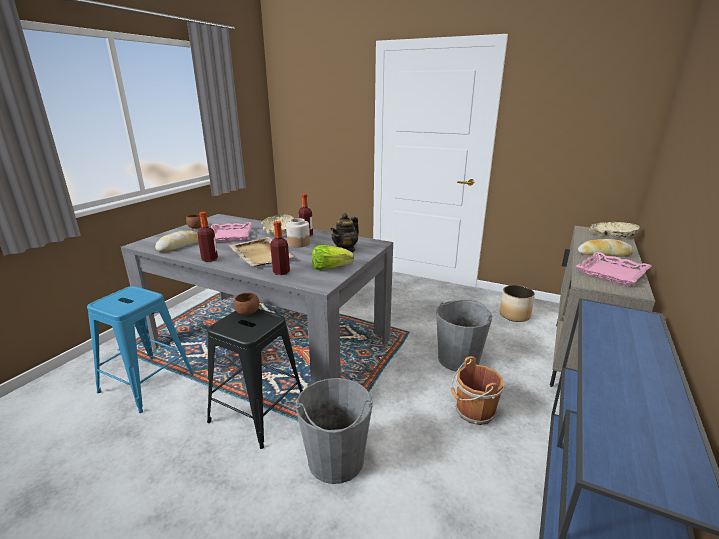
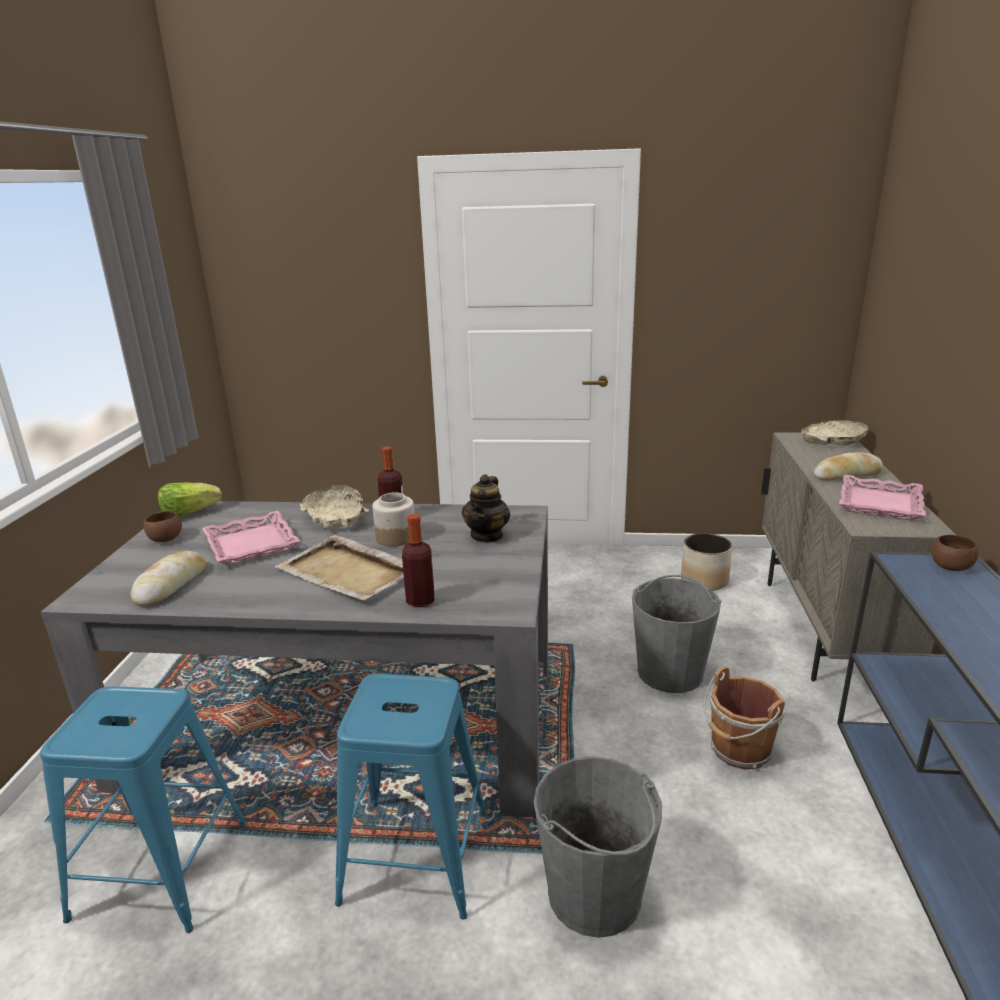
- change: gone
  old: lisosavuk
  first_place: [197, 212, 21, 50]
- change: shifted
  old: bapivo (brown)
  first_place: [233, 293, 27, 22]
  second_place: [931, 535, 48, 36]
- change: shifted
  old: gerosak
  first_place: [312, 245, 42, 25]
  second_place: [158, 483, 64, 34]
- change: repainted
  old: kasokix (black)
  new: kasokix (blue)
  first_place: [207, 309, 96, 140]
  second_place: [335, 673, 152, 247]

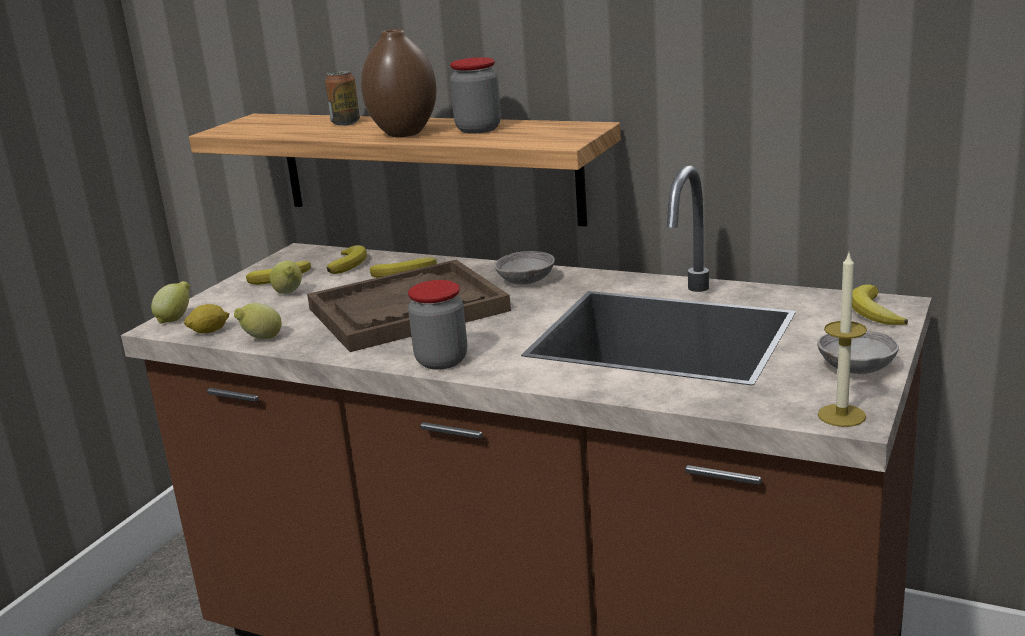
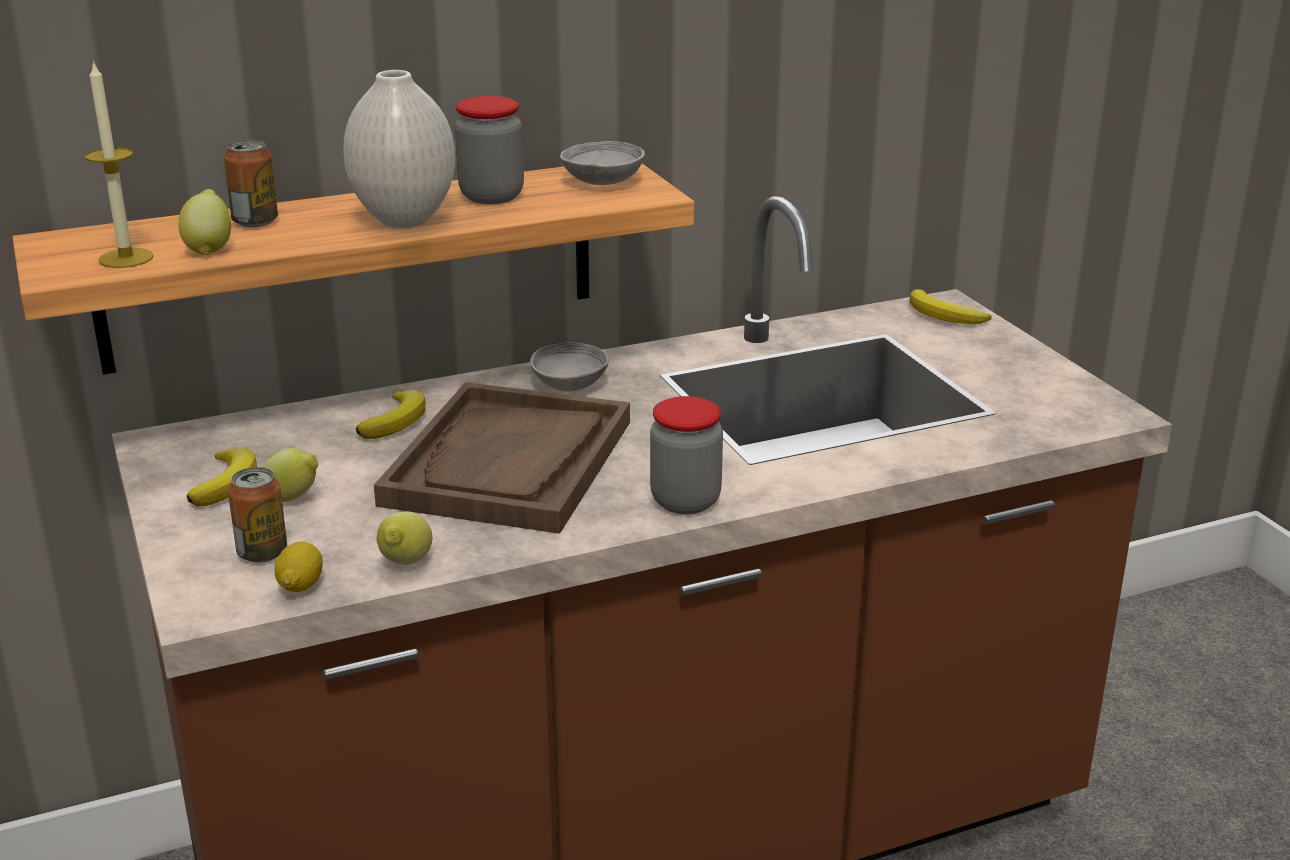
- change: gone
  old: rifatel
  first_place: [327, 245, 40, 29]
- change: new
  new: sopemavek
  second_place: [228, 467, 59, 96]
- change: shifted
  old: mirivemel
  first_place: [151, 281, 39, 42]
  second_place: [178, 189, 53, 66]
- change: shifted
  old: bapivo (grey)
  first_place: [817, 330, 82, 44]
  second_place: [560, 141, 85, 44]
- change: shifted
  old: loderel
  first_place: [818, 253, 49, 174]
  second_place: [85, 60, 69, 208]
- change: repainted
  old: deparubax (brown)
  new: deparubax (white)
  first_place: [361, 29, 76, 108]
  second_place: [344, 70, 111, 158]

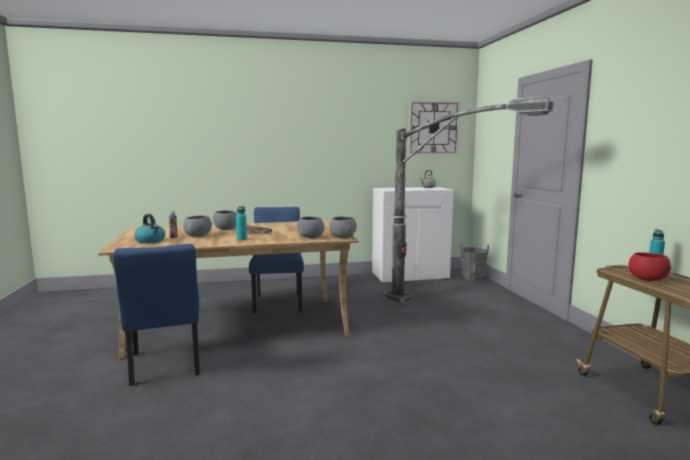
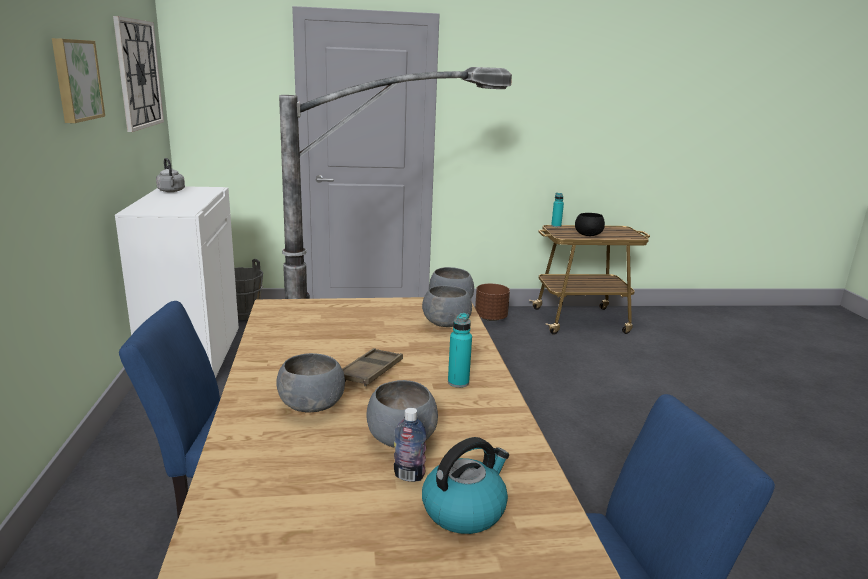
- change: new
  new: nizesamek
  second_place: [52, 38, 53, 85]
- change: new
  new: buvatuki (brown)
  second_place: [475, 283, 35, 38]
- change: repainted
  old: bapivo (red)
  new: bapivo (black)
  first_place: [628, 252, 43, 29]
  second_place: [575, 213, 30, 23]

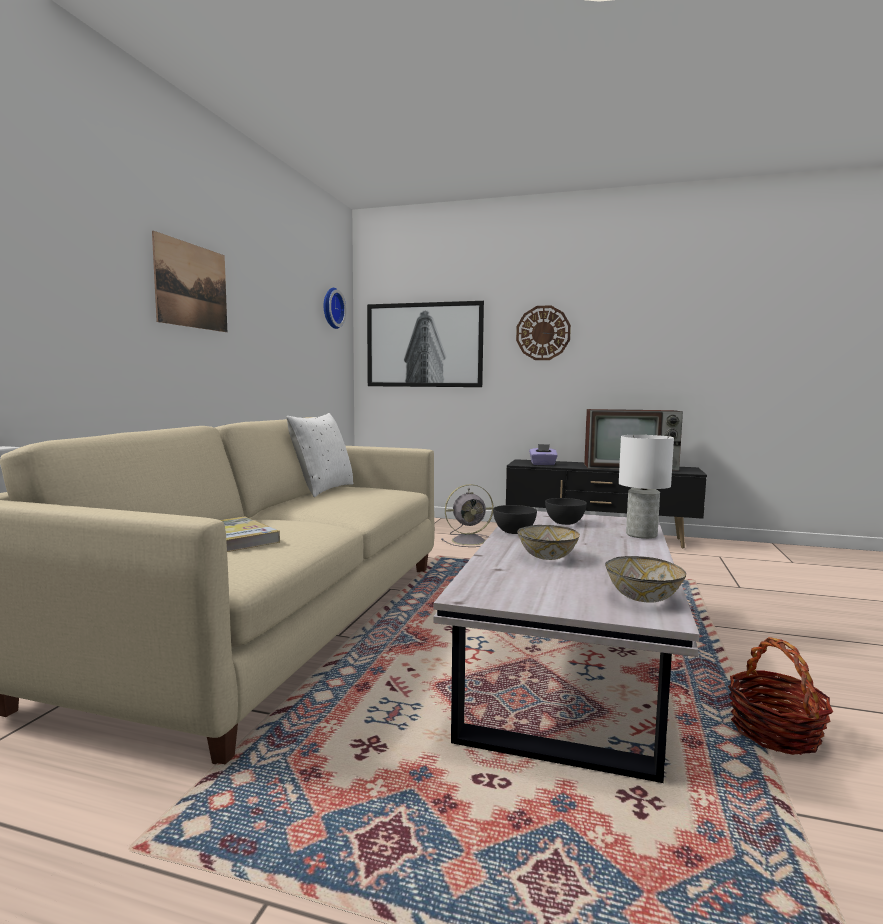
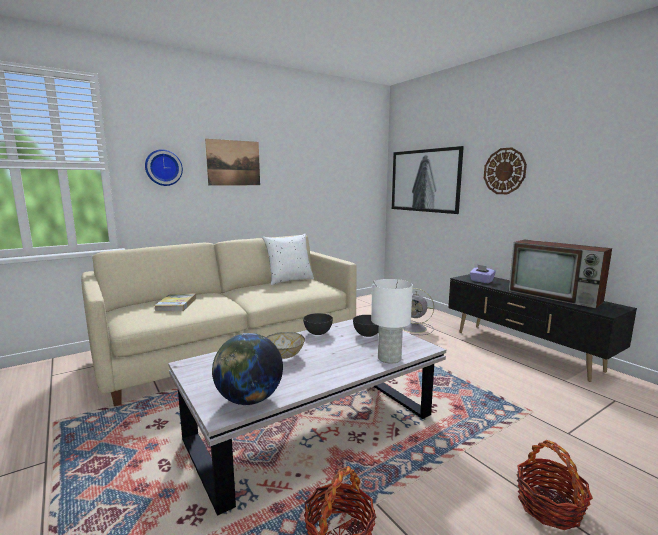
- change: new
  new: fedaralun
  second_place: [517, 440, 76, 90]
- change: shifted
  old: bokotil
  first_place: [324, 288, 22, 41]
  second_place: [145, 149, 38, 37]
- change: swapped
  old: bapivo
  new: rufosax
  first_place: [605, 556, 81, 47]
  second_place: [212, 333, 71, 72]

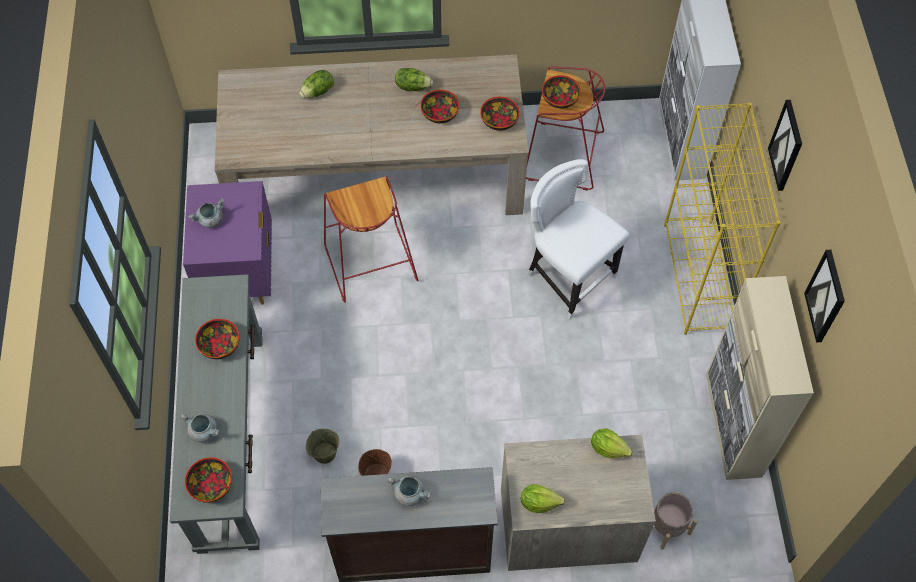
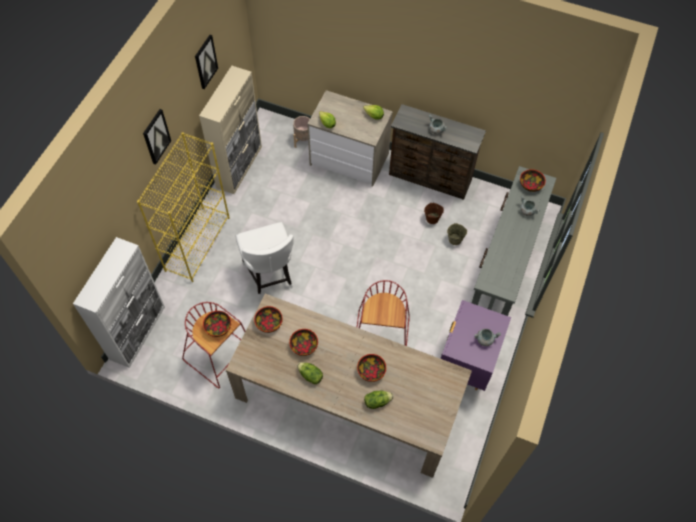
- change: shifted
  old: bapivo
  first_place: [195, 319, 45, 40]
  second_place: [357, 354, 29, 28]

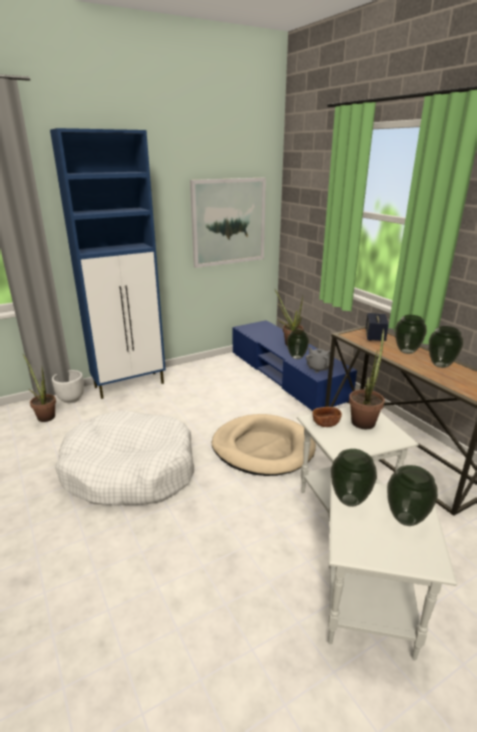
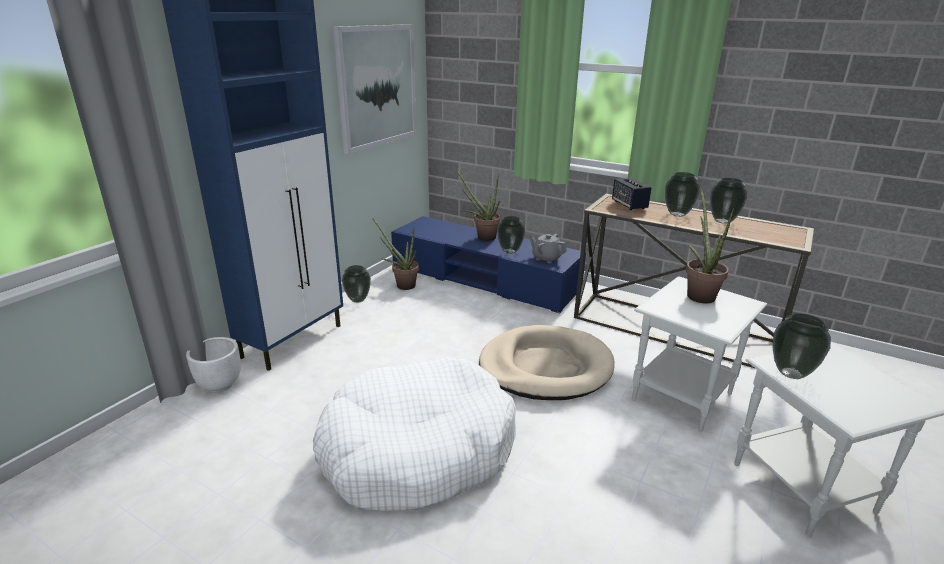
- change: gone
  old: bapivo (brown)
  first_place: [312, 407, 30, 20]
- change: shifted
  old: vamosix
  first_place: [23, 354, 33, 68]
  second_place: [372, 218, 47, 72]
- change: shifted
  old: deparubax
  first_place: [387, 465, 51, 61]
  second_place: [342, 265, 29, 38]

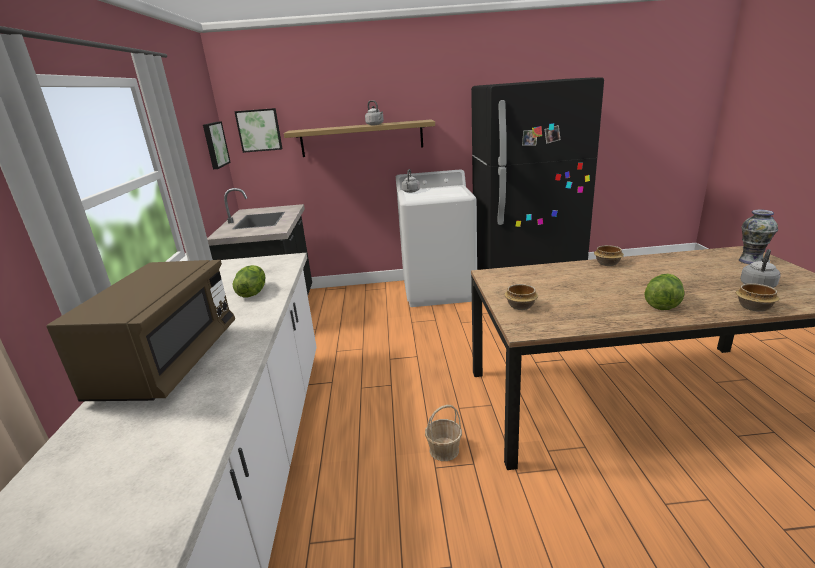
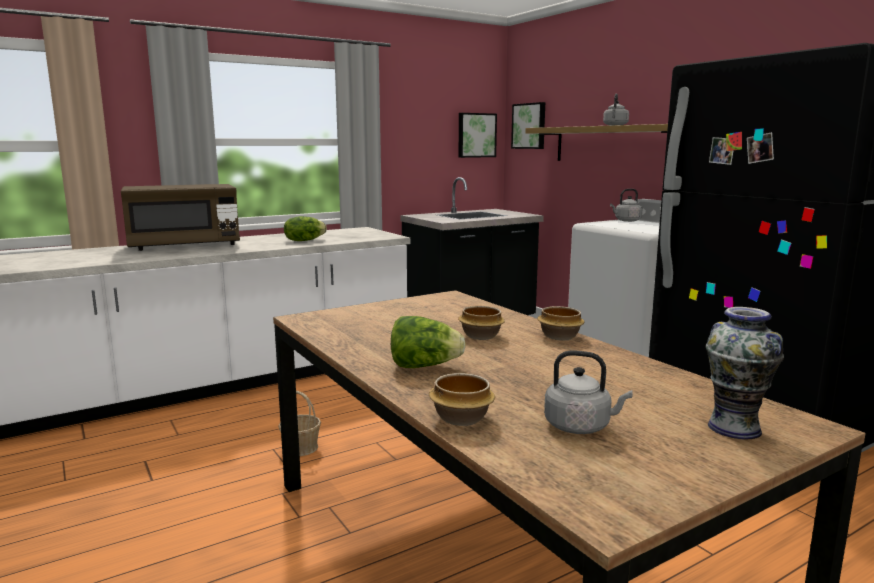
- change: shifted
  old: bapivo
  first_place: [504, 284, 34, 26]
  second_place: [458, 306, 47, 34]

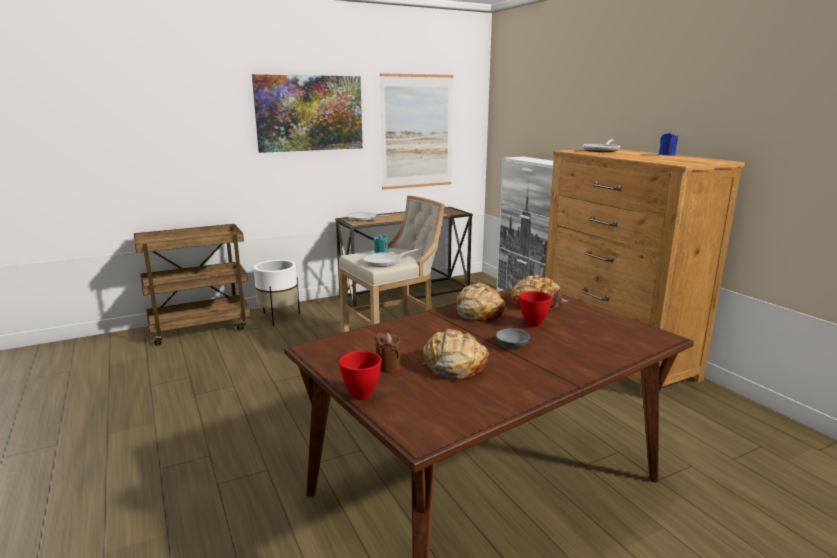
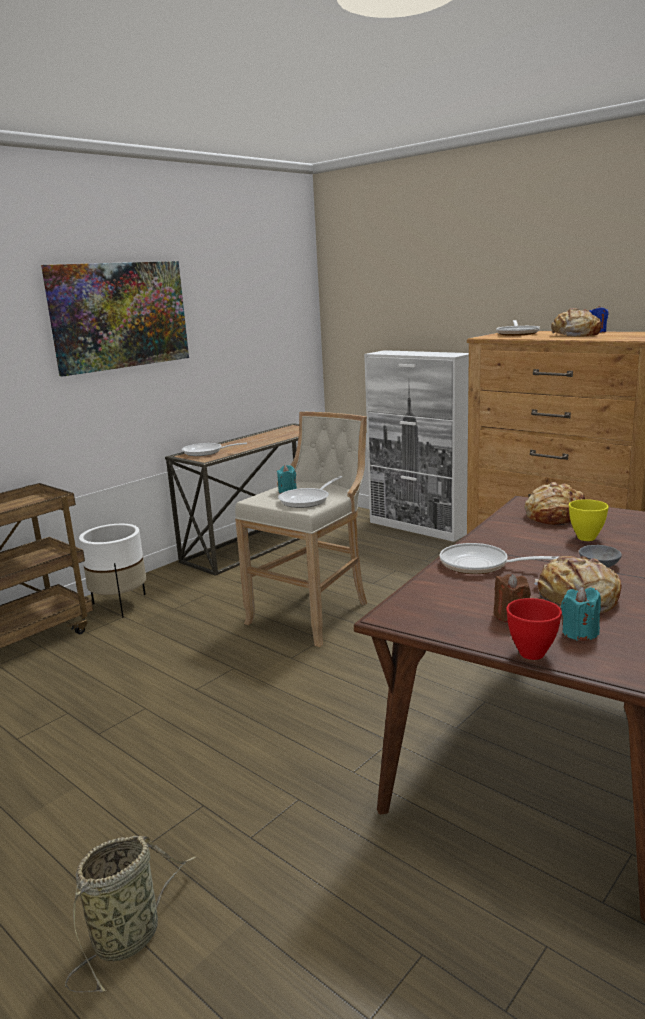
- change: gone
  old: nizesamek
  first_place: [380, 73, 73, 117]
- change: new
  new: fedaralun
  second_place: [65, 836, 132, 157]
- change: new
  new: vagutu
  second_place: [440, 543, 119, 31]
- change: new
  new: loderel (turquoise)
  second_place: [561, 587, 40, 54]
- change: shifted
  old: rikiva
  first_place: [455, 283, 50, 38]
  second_place: [551, 308, 50, 29]
- change: repainted
  old: bapivo (red)
  new: bapivo (yellow)
  first_place: [519, 291, 33, 36]
  second_place: [569, 499, 40, 42]

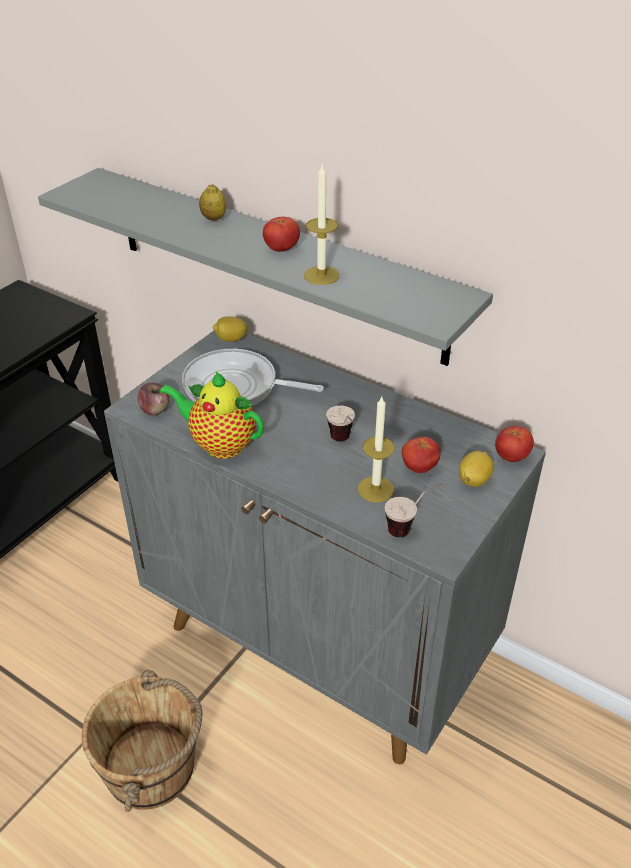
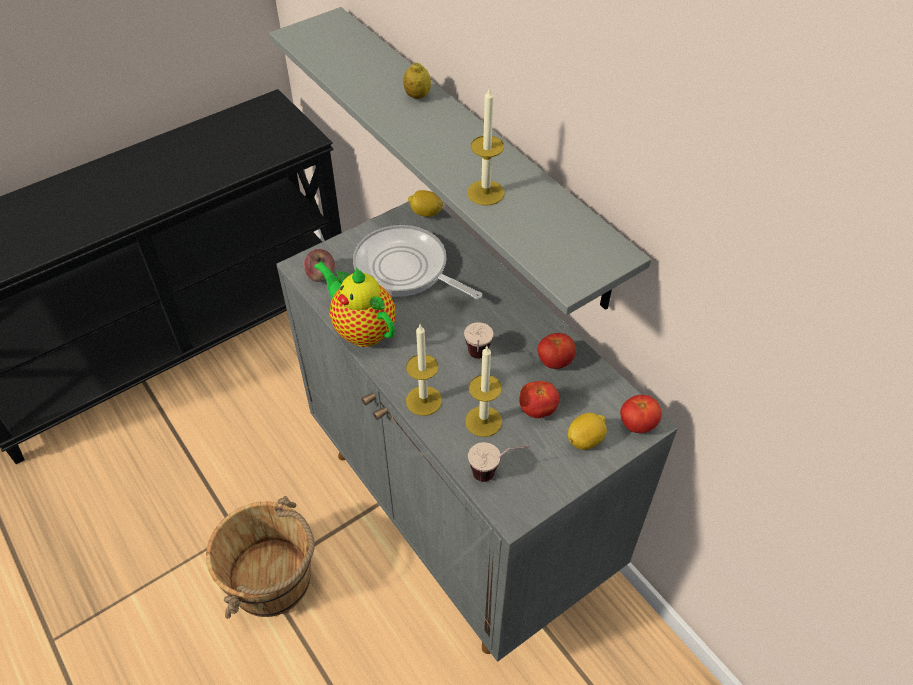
- change: new
  new: loderel
  second_place: [406, 325, 36, 91]
- change: shifted
  old: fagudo
  first_place: [263, 217, 37, 35]
  second_place: [538, 333, 38, 36]

